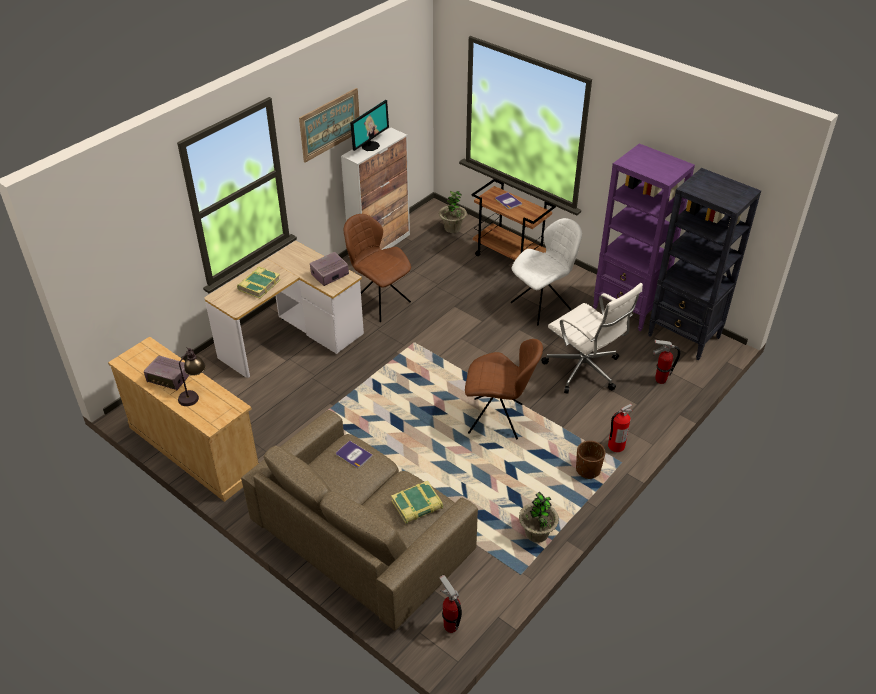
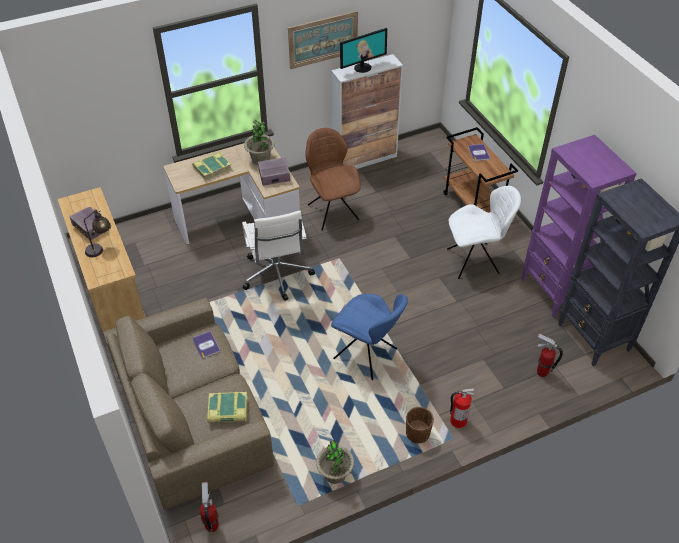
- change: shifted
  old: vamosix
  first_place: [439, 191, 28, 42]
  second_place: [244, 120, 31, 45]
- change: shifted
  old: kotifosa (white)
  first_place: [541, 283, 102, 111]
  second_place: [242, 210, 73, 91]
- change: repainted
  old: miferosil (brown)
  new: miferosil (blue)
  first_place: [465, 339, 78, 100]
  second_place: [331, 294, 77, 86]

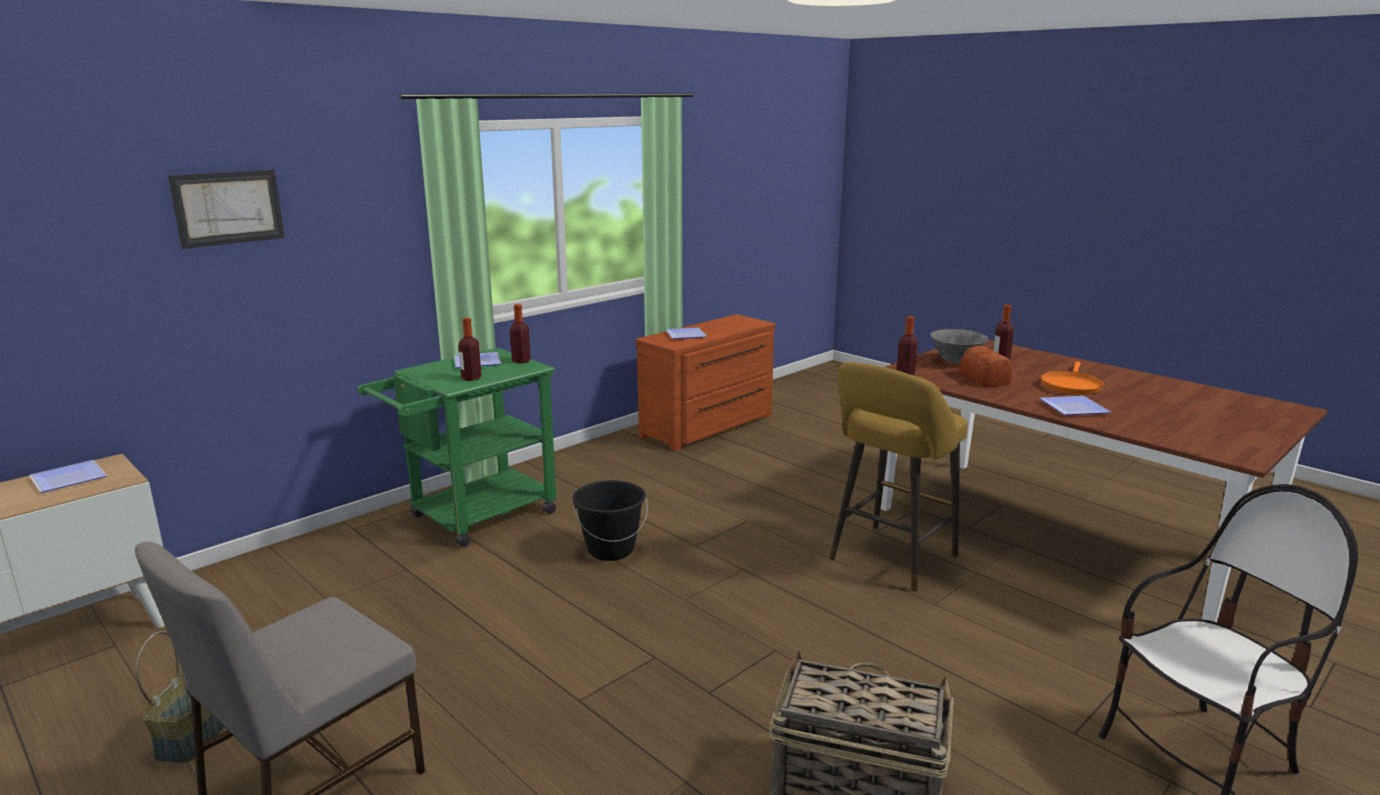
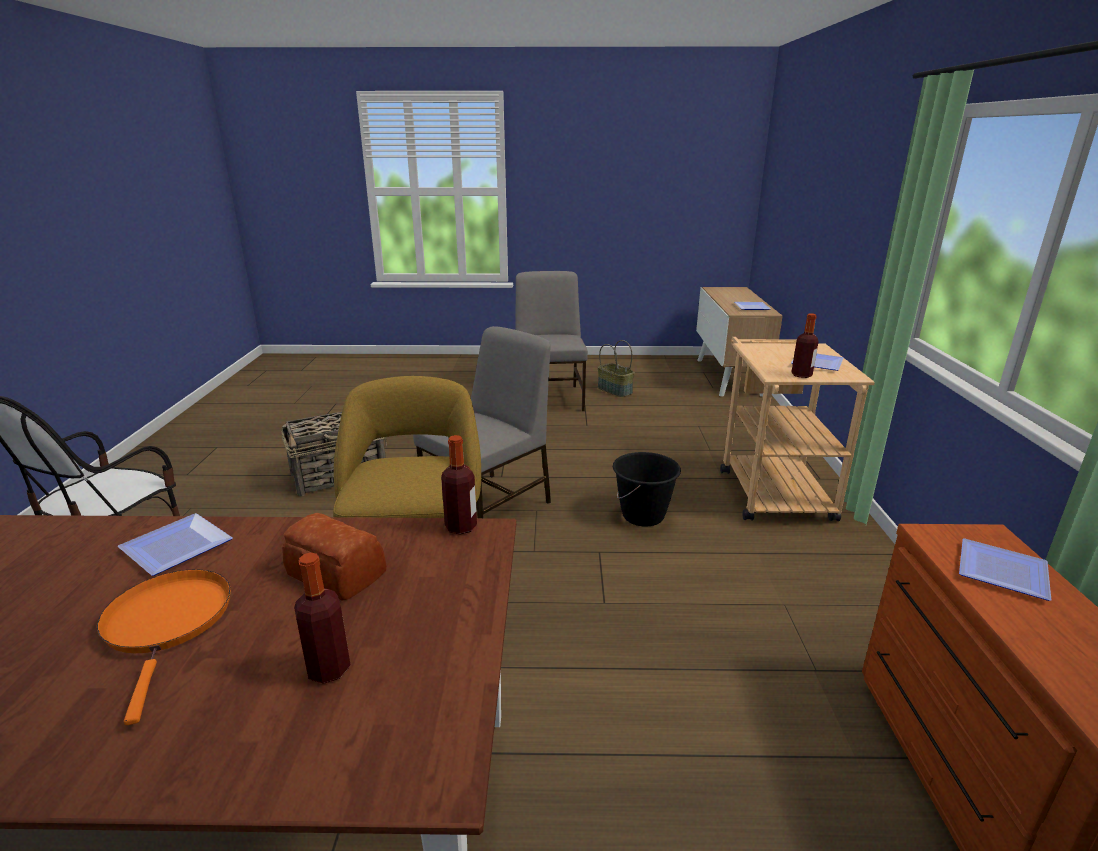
- change: gone
  old: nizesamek
  first_place: [168, 170, 117, 79]
- change: gone
  old: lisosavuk
  first_place: [458, 318, 24, 63]
- change: gone
  old: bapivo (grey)
  first_place: [930, 329, 58, 34]
- change: new
  new: miferosil (grey)
  second_place: [413, 326, 138, 192]
- change: repainted
  old: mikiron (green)
  new: mikiron (beige)
  first_place: [357, 348, 200, 199]
  second_place: [720, 337, 155, 184]

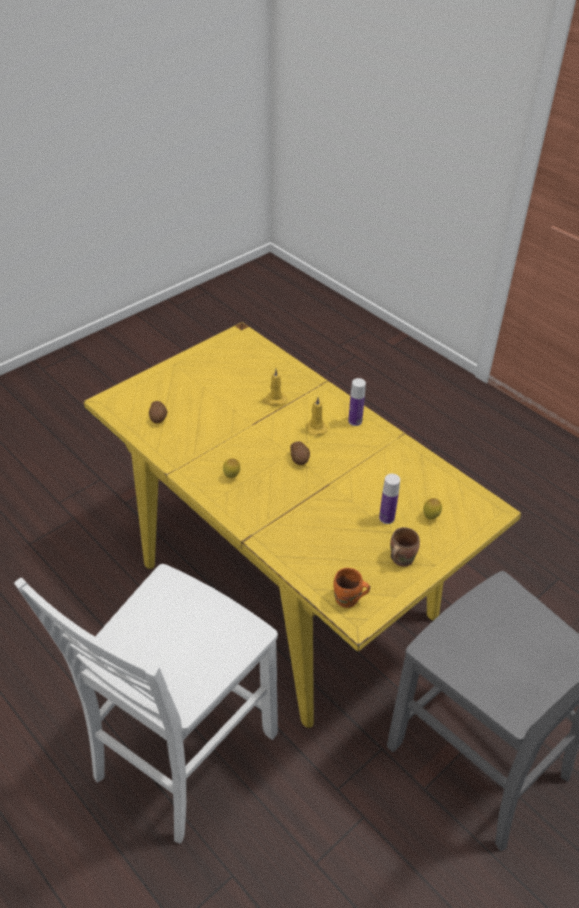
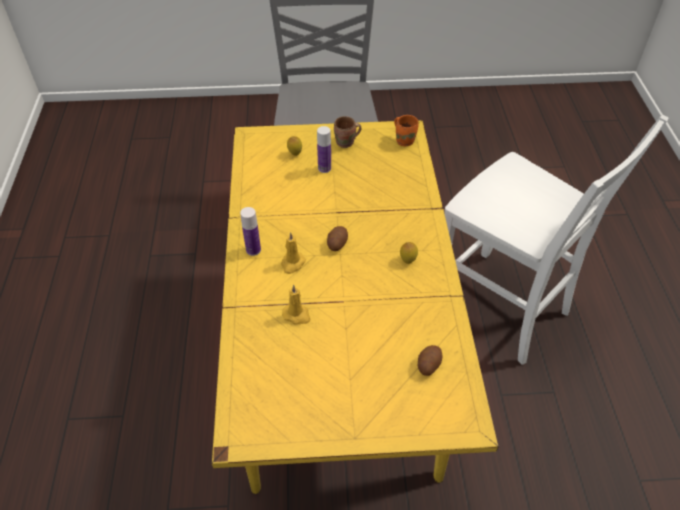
- change: rotated
  old: miferosil (white)
  first_place: [14, 564, 264, 279]
  second_place: [444, 115, 225, 250]
  degrees: 60

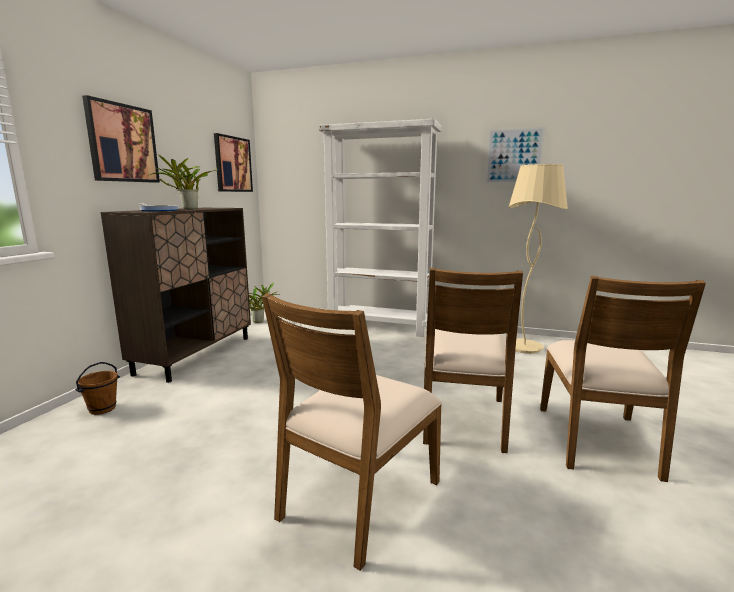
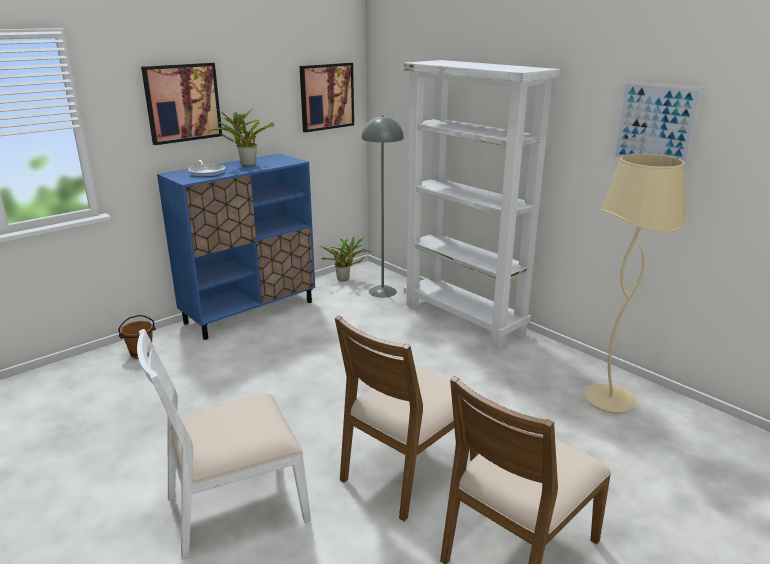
- change: new
  new: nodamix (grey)
  second_place: [361, 115, 43, 183]
- change: repainted
  old: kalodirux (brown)
  new: kalodirux (blue)
  first_place: [100, 208, 151, 175]
  second_place: [157, 154, 158, 186]
- change: repainted
  old: miferosil (brown)
  new: miferosil (white)
  first_place: [262, 293, 180, 278]
  second_place: [137, 329, 174, 231]

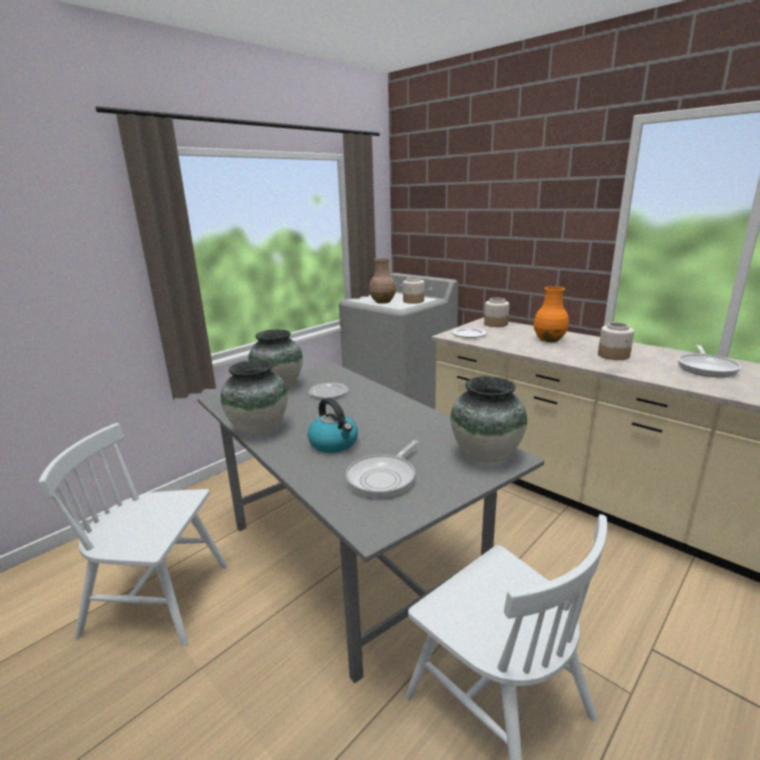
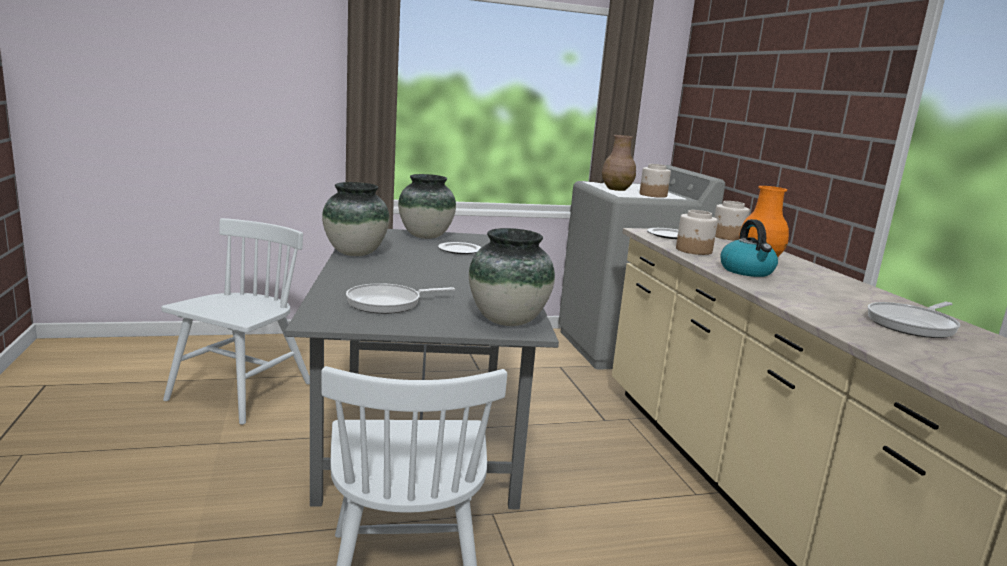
- change: shifted
  old: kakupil
  first_place: [307, 398, 51, 55]
  second_place: [721, 219, 57, 58]
- change: shifted
  old: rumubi
  first_place: [598, 322, 36, 38]
  second_place: [676, 210, 42, 45]
- change: rotated
  old: miferosil (white)
  first_place: [39, 423, 189, 223]
  second_place: [161, 218, 149, 207]
  degrees: 75

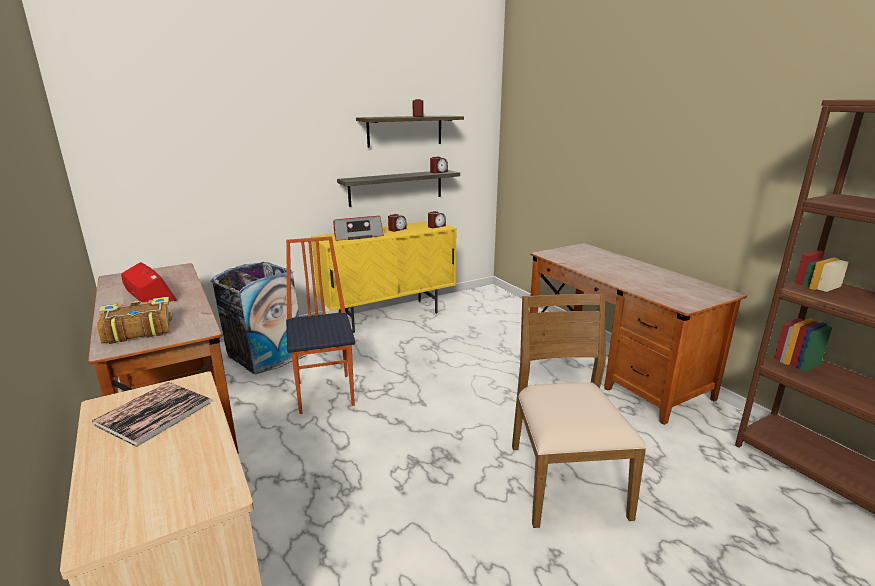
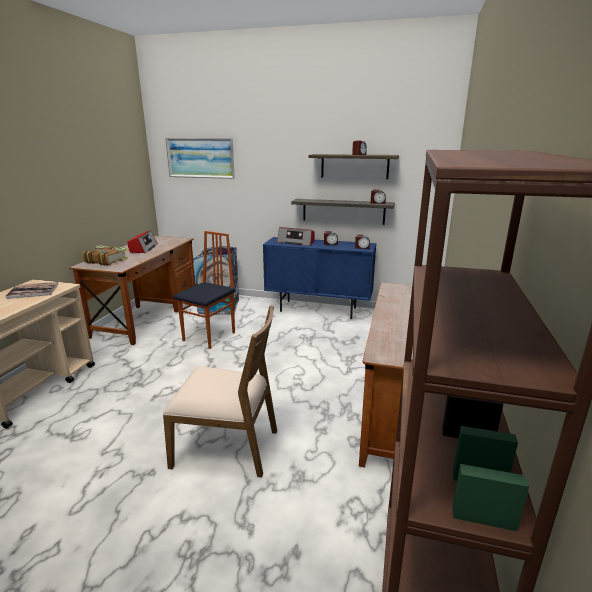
- change: new
  new: nizesamek
  second_place: [165, 138, 70, 41]
- change: repainted
  old: kalodirux (yellow)
  new: kalodirux (blue)
  first_place: [311, 221, 146, 112]
  second_place: [263, 237, 113, 83]
- change: rotated
  old: miferosil (brown)
  first_place: [512, 293, 134, 235]
  second_place: [163, 305, 114, 172]
  degrees: 60

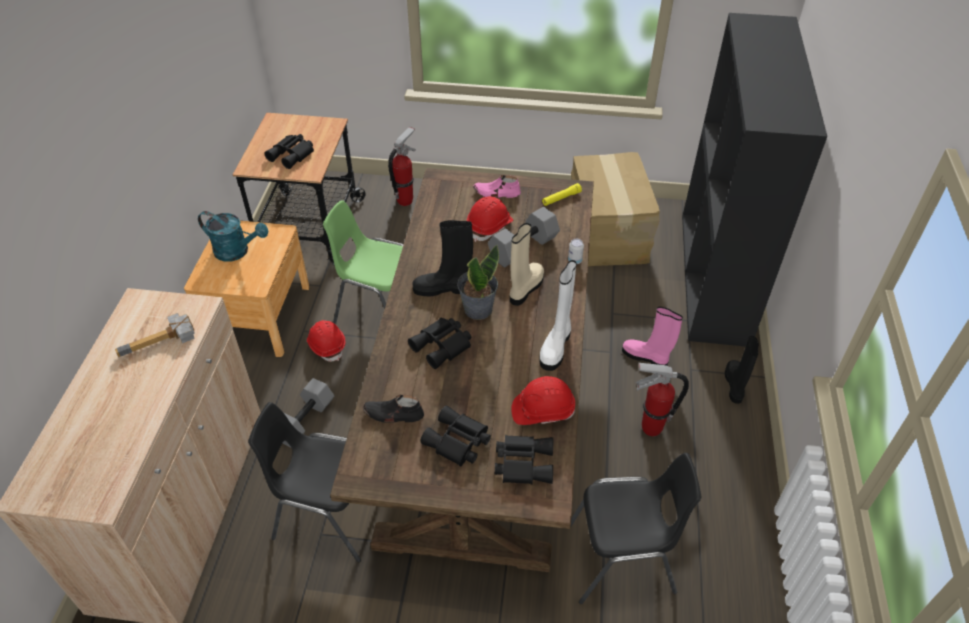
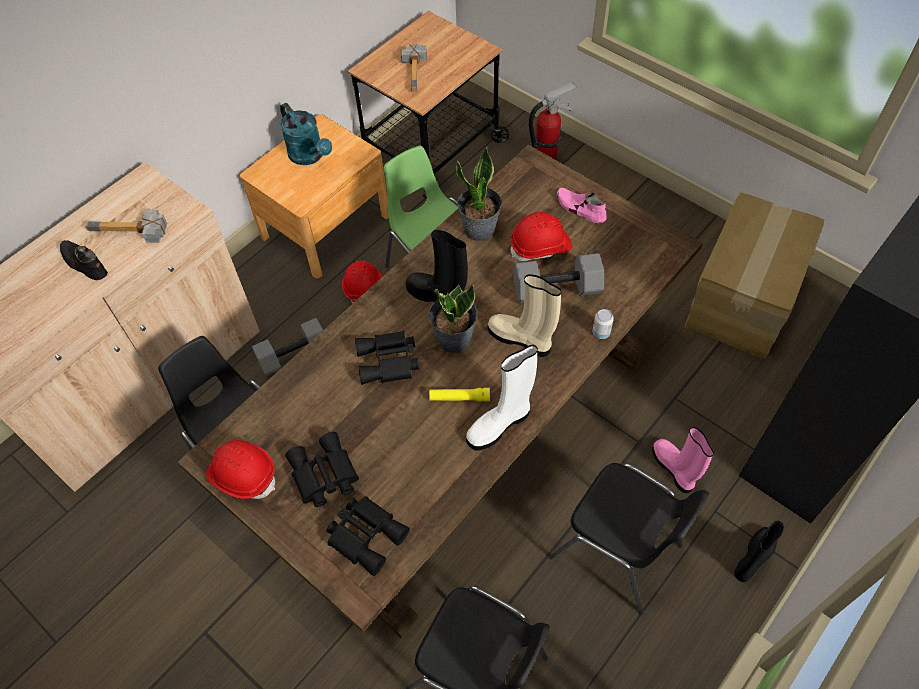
- change: new
  new: vamosix
  second_place: [456, 147, 46, 94]
- change: shifted
  old: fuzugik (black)
  first_place: [363, 395, 61, 28]
  second_place: [60, 240, 48, 40]
- change: shifted
  old: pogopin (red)
  first_place: [511, 376, 64, 49]
  second_place: [206, 440, 70, 59]
- change: shifted
  old: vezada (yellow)
  first_place: [542, 183, 40, 23]
  second_place: [429, 388, 61, 13]
- change: swapped
  old: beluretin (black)
  new: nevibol
  first_place: [264, 134, 50, 35]
  second_place: [401, 44, 26, 48]
- change: swapped
  old: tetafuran
  new: miferosil (black)
  first_place: [636, 362, 53, 74]
  second_place: [549, 463, 160, 152]
- change: rotated
  old: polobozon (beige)
  first_place: [510, 223, 34, 83]
  second_place: [488, 274, 73, 83]
  degrees: -120

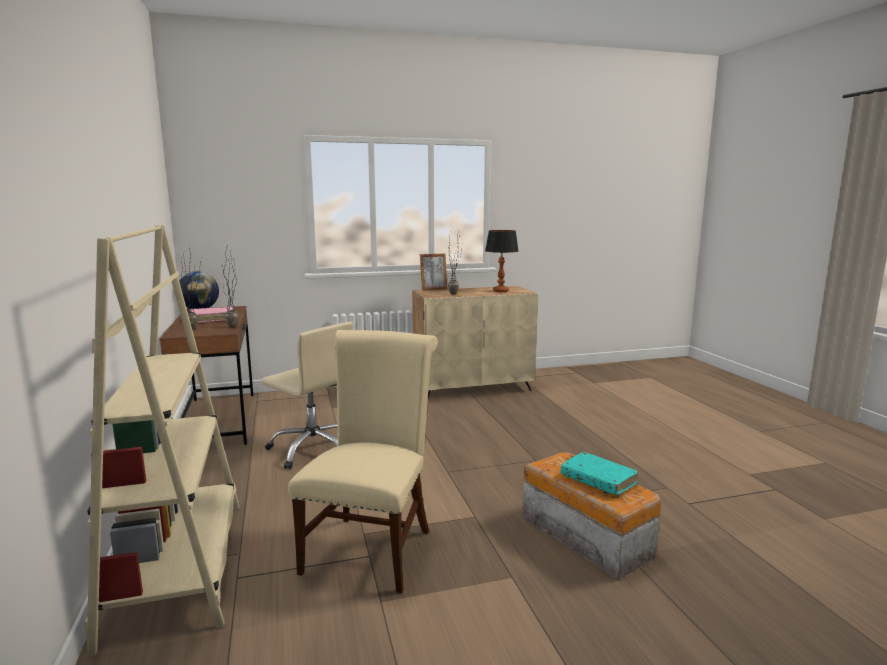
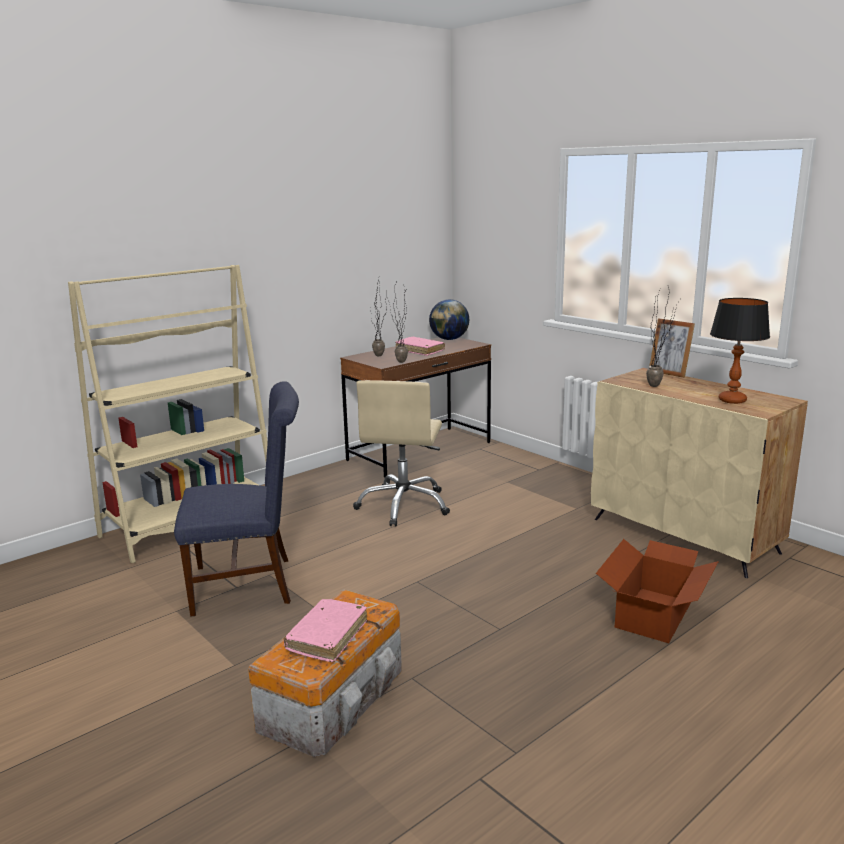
- change: new
  new: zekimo
  second_place: [596, 539, 123, 104]
- change: repainted
  old: miferosil (beige)
  new: miferosil (blue)
  first_place: [288, 330, 150, 263]
  second_place: [174, 381, 125, 236]
- change: repainted
  old: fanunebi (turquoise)
  new: fanunebi (pink)
  first_place: [561, 452, 77, 43]
  second_place: [284, 599, 83, 63]

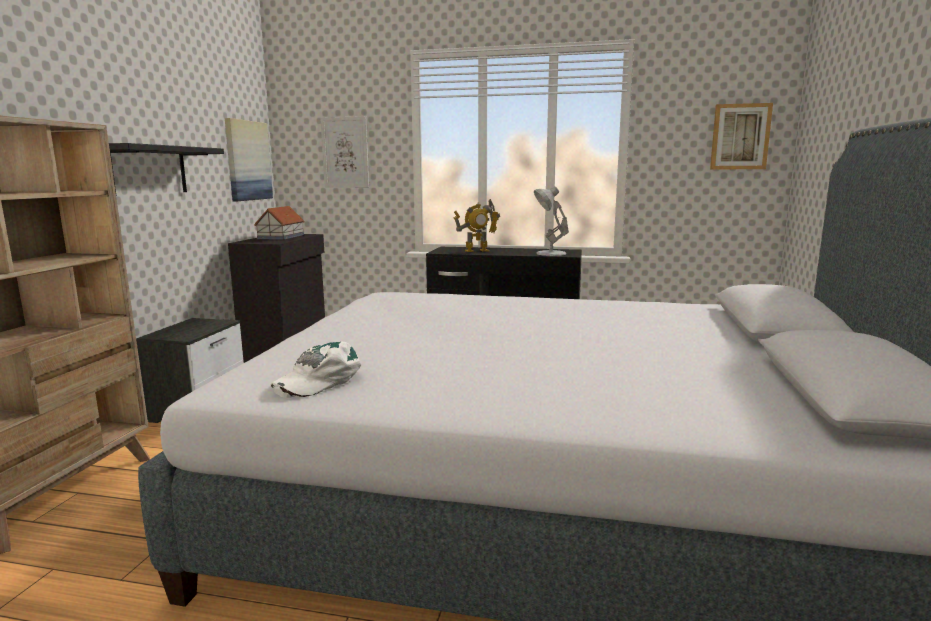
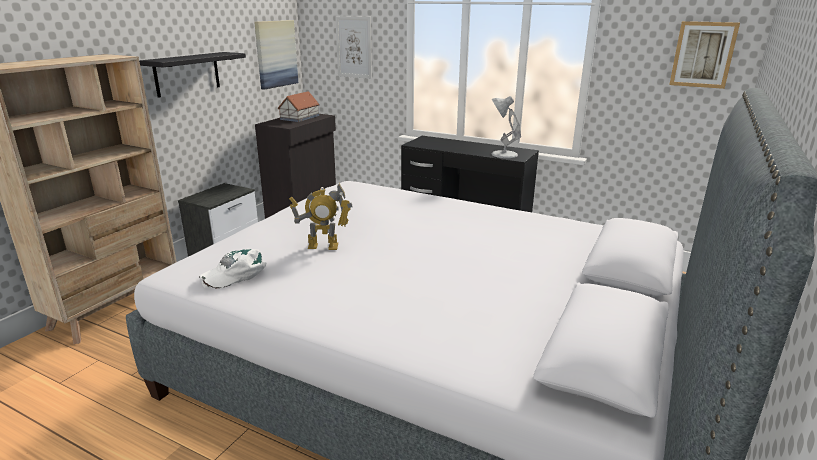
- change: shifted
  old: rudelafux
  first_place: [454, 199, 46, 53]
  second_place: [289, 183, 64, 67]

